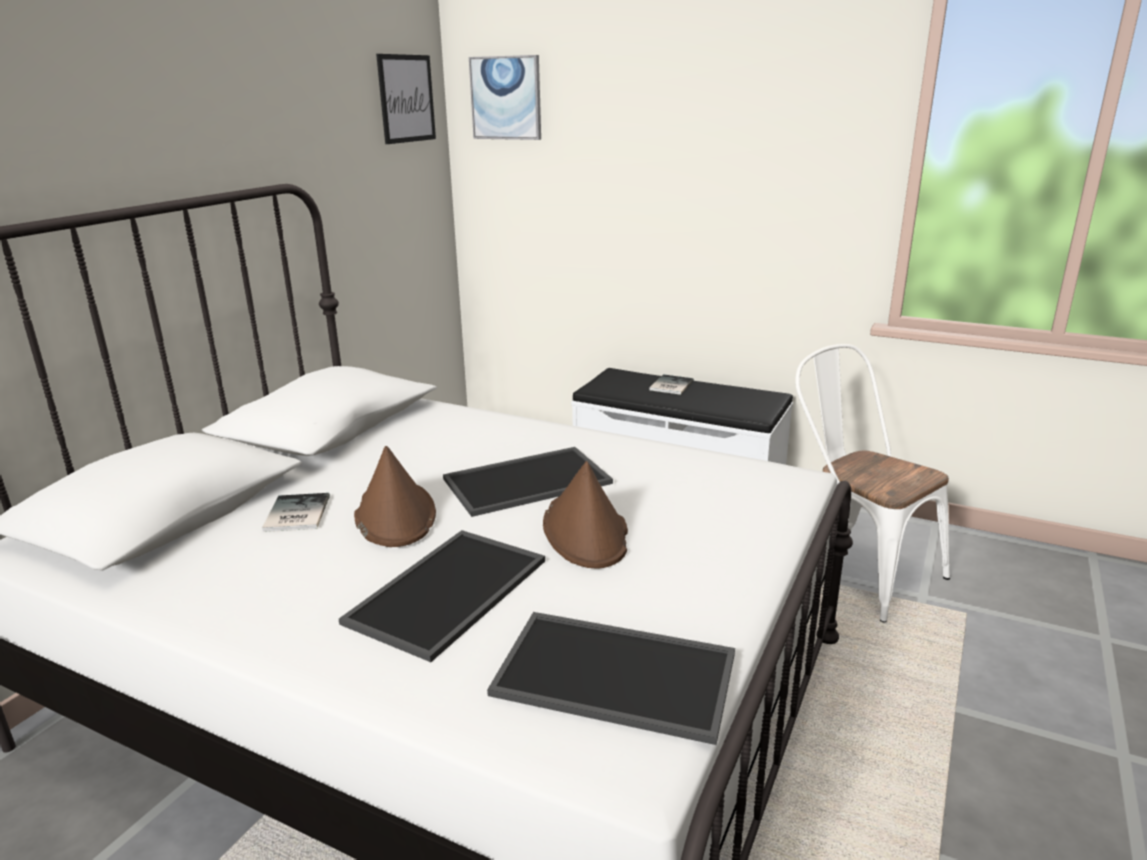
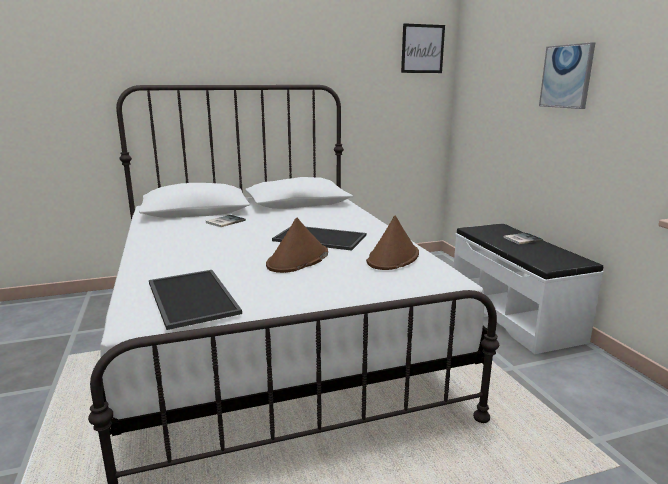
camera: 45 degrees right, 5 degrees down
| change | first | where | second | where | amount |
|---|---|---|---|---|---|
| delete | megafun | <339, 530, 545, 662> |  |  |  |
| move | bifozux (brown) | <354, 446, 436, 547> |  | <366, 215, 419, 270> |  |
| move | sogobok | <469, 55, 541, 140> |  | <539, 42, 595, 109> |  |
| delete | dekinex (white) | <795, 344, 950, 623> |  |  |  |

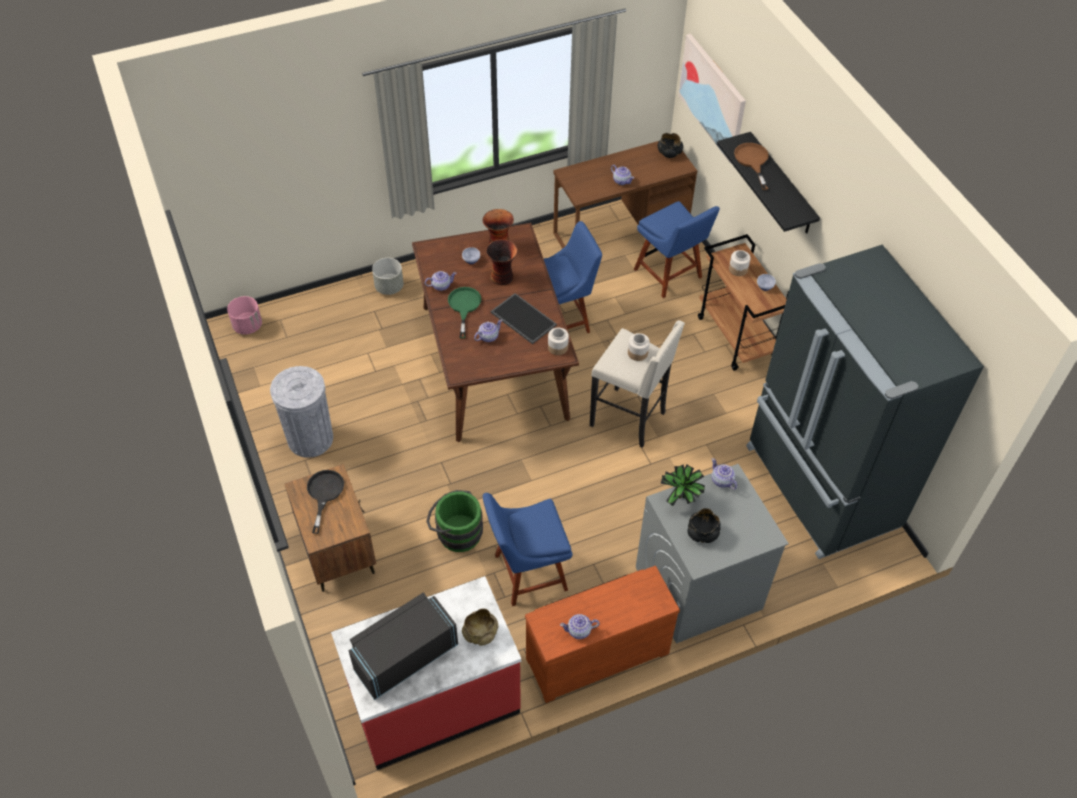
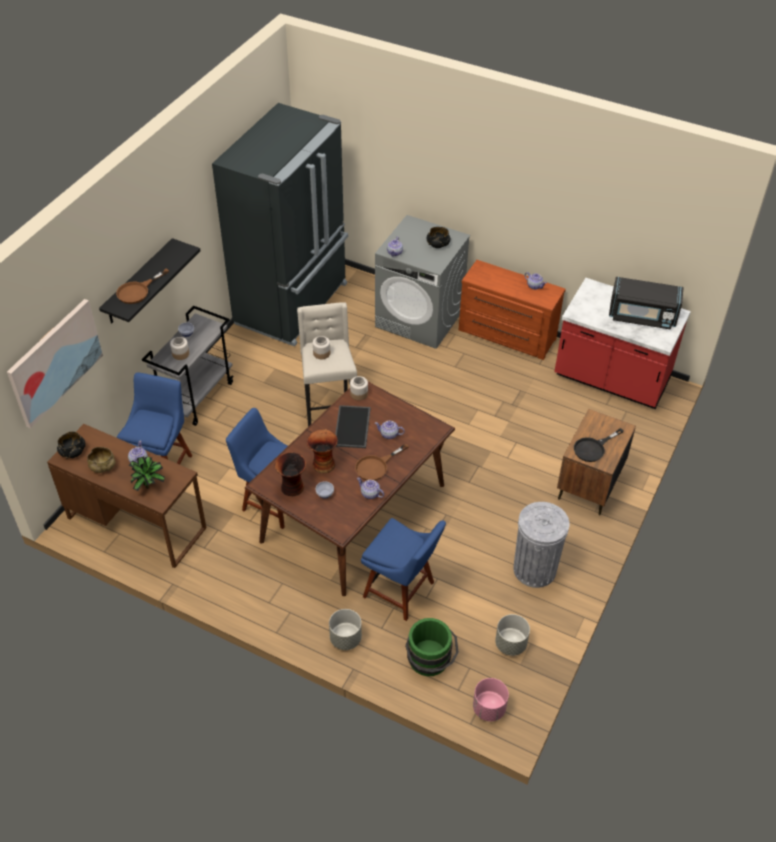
camera: 130 degrees left, 5 degrees down
| change | first | where | second | where | amount |
|---|---|---|---|---|---|
| move | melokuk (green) | <426, 490, 483, 552> |  | <405, 618, 459, 676> |  |
| recolor | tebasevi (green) | <448, 287, 481, 338> | tebasevi (brown) | <355, 443, 409, 480> |  |
| move | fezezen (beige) | <462, 608, 498, 646> |  | <87, 447, 116, 473> |  |
| move | dekinex (blue) | <483, 493, 573, 606> |  | <361, 518, 446, 621> |  |
| move | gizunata | <661, 464, 705, 506> |  | <128, 456, 165, 491> |  |
| recolor | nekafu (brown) | <698, 234, 789, 371> | nekafu (grey) | <142, 306, 233, 426> |  |
| insert |  |  | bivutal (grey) | <495, 614, 530, 656> |  |

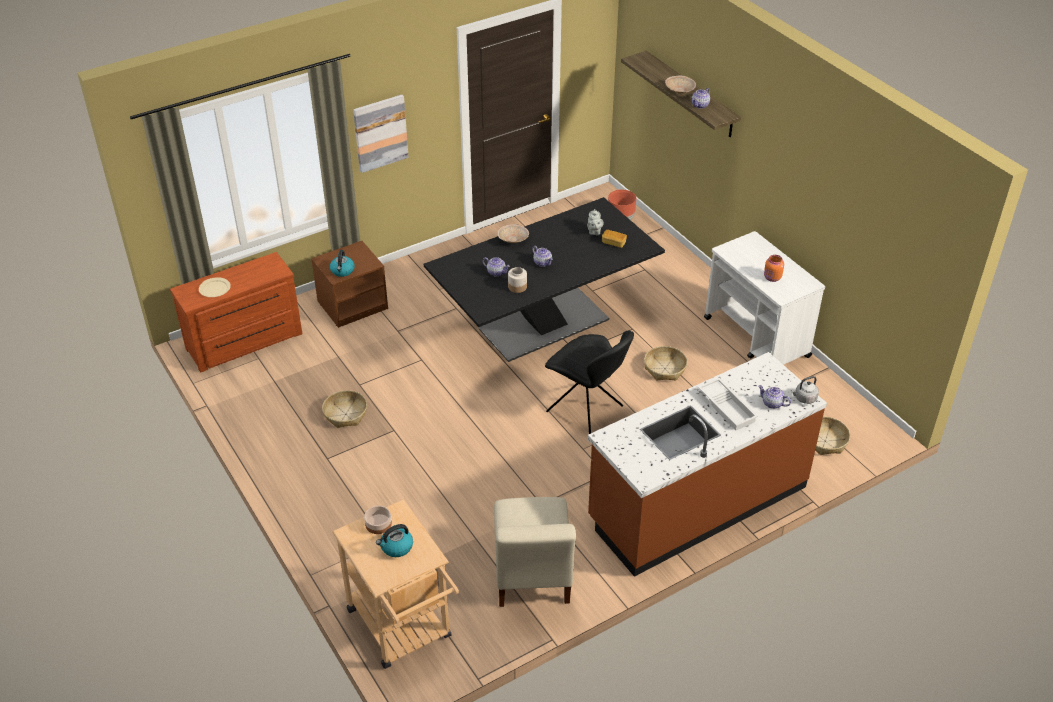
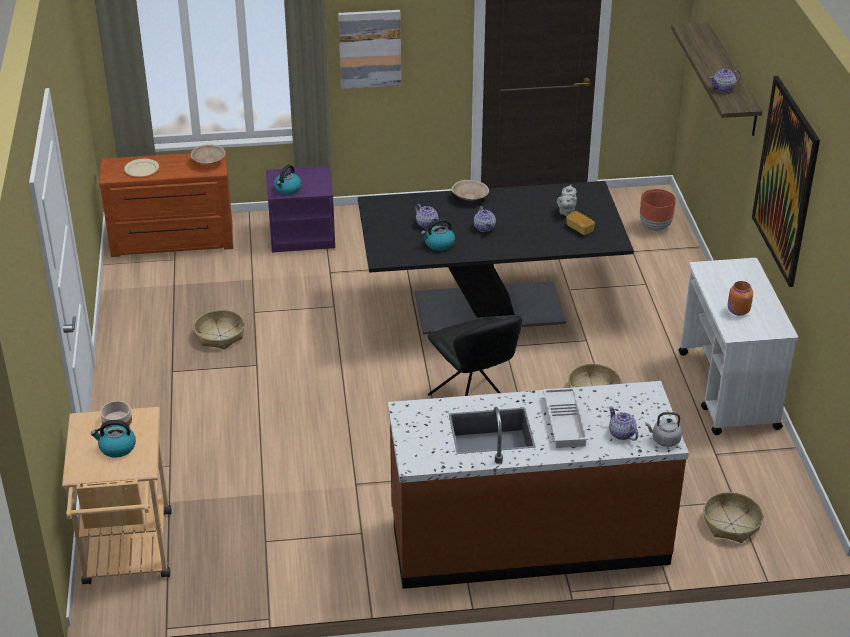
camera: 25 degrees right, 5 degrees down
| change | first | where | second | where | amount |
|---|---|---|---|---|---|
| recolor | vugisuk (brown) | <311, 241, 388, 328> | vugisuk (purple) | <266, 166, 335, 253> |  |
| delete | dekinex (beige) | <494, 497, 576, 607> |  |  |  |
| replace | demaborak | <508, 267, 527, 293> | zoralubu | <421, 218, 455, 251> |  |
| move | fezezen (beige) | <665, 76, 696, 93> |  | <191, 144, 226, 164> |  |
| insert |  |  | sogobok | <752, 76, 820, 287> |  |

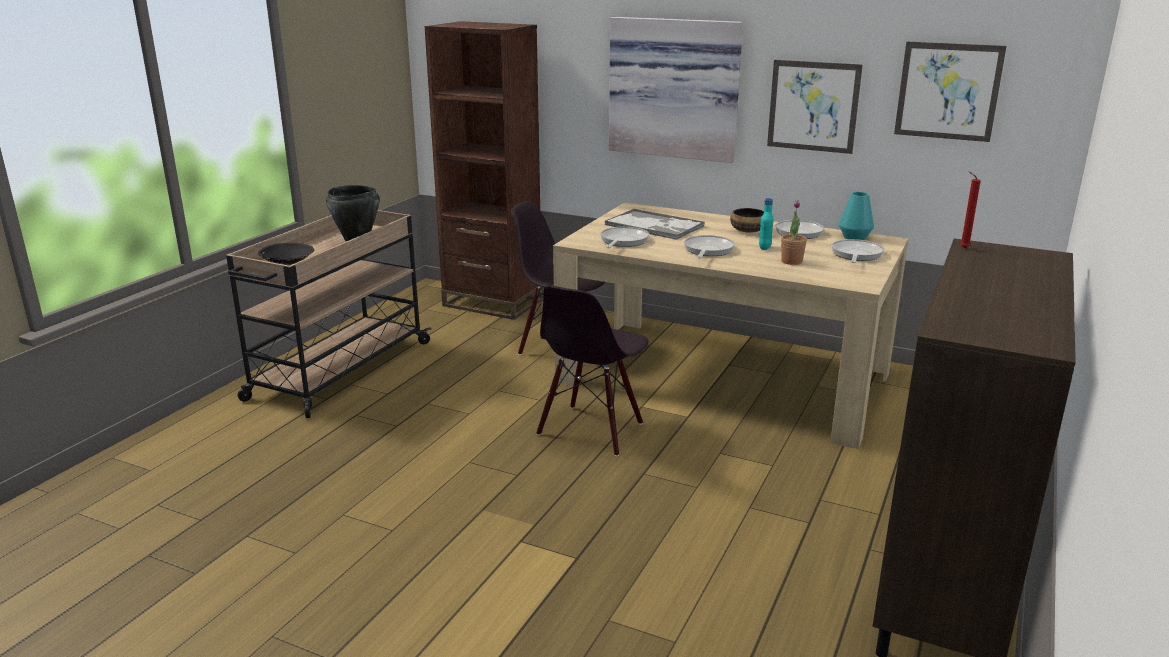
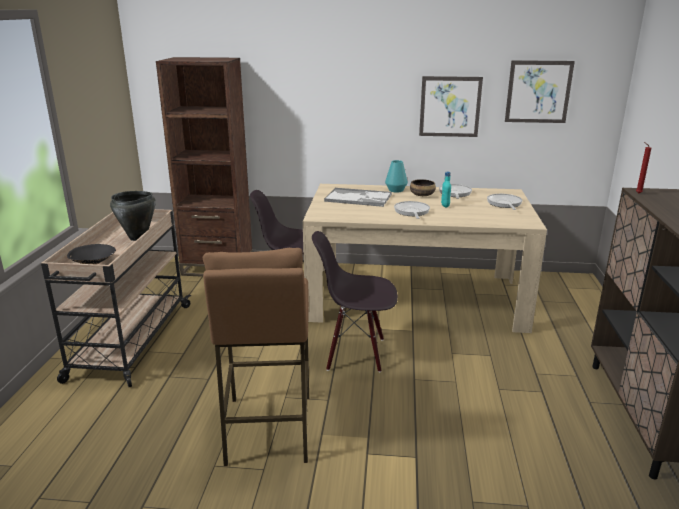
camera: 20 degrees left, 0 degrees up
| change | first | where | second | where | amount |
|---|---|---|---|---|---|
| rotate | dekinex (black) | <536, 286, 649, 456> |  | <312, 231, 398, 372> | 90 degrees clockwise |
| delete | tebasevi | <600, 227, 649, 248> |  |  |  |
| delete | sogobok | <609, 17, 743, 163> |  |  |  |
| delete | gizunata | <781, 200, 807, 265> |  |  |  |
| move | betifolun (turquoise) | <839, 192, 874, 240> |  | <385, 160, 408, 193> |  |
| insert |  |  | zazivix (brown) | <203, 248, 309, 466> |  |

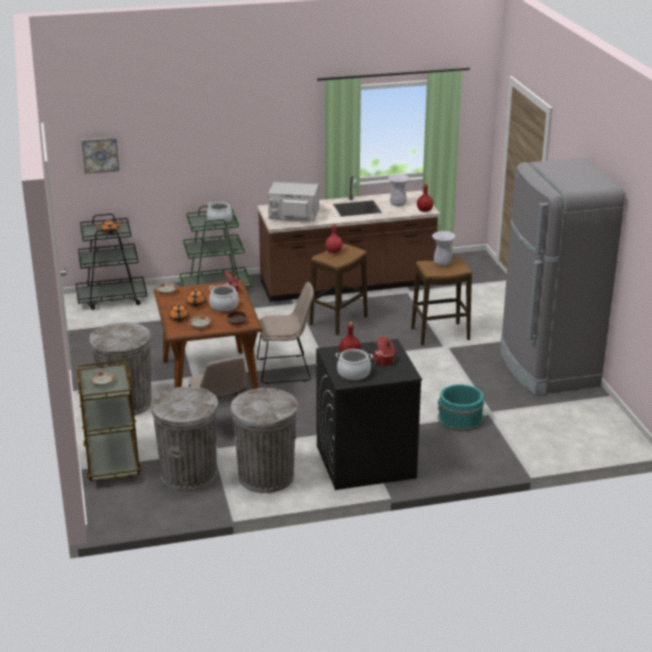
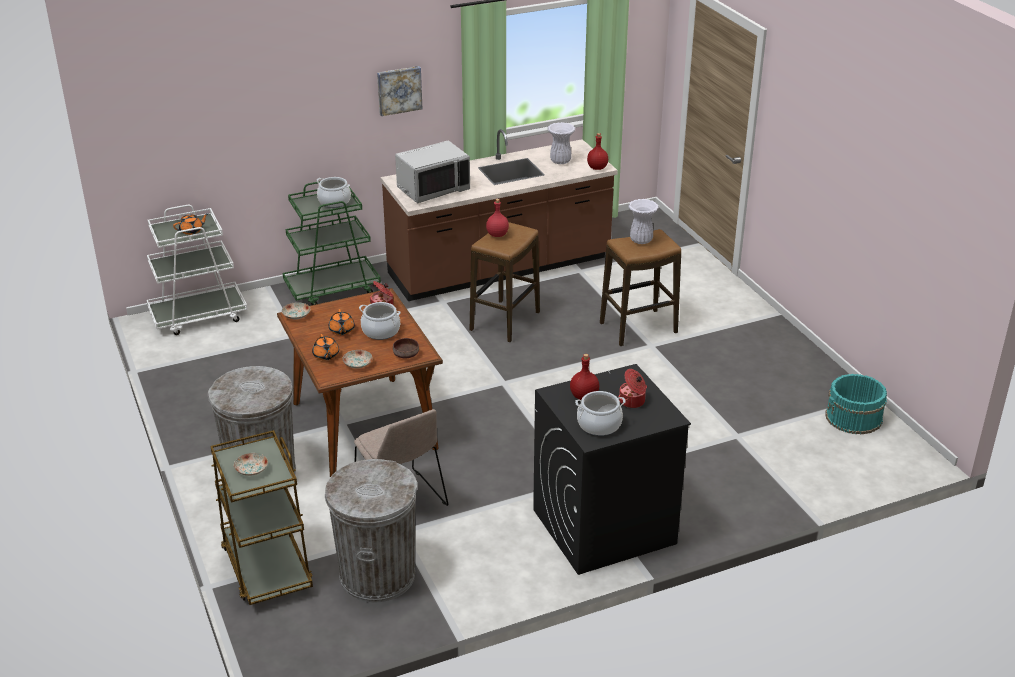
camera: 10 degrees left, 5 degrees up
| change | first | where | second | where | amount |
|---|---|---|---|---|---|
| recolor | nekafu (black) | <76, 214, 147, 310> | nekafu (white) | <147, 205, 248, 335> |  |
| move | sogobok | <81, 137, 119, 174> |  | <377, 66, 422, 116> |  |
| delete | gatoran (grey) | <230, 388, 298, 493> |  |  |  |
| delete | dekinex (beige) | <257, 282, 314, 384> |  |  |  |
| rotate | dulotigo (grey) | <268, 181, 319, 222> |  | <395, 140, 470, 204> | 150 degrees clockwise |
| move | melokuk (turquoise) | <438, 384, 484, 431> |  | <825, 374, 887, 435> |  |
| delete | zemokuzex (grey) | <500, 158, 624, 395> |  |  |  |

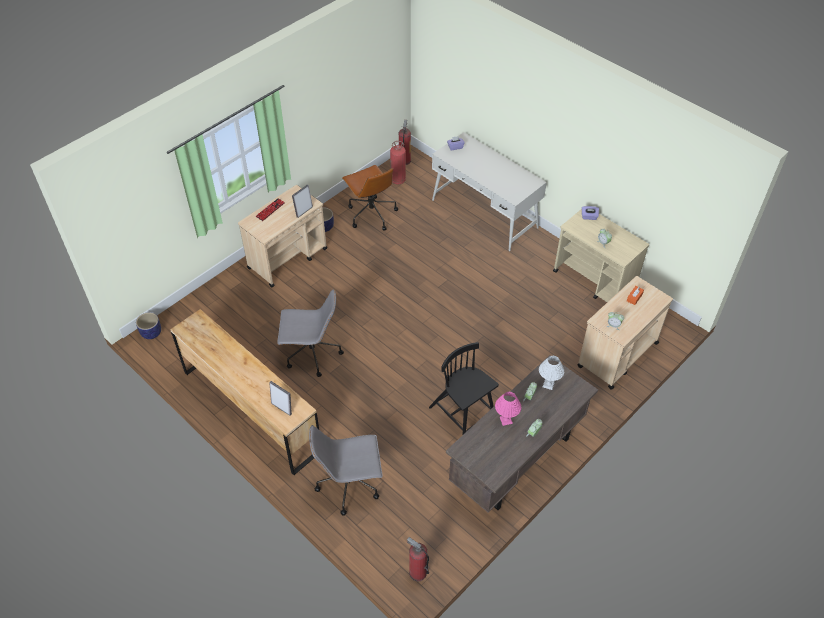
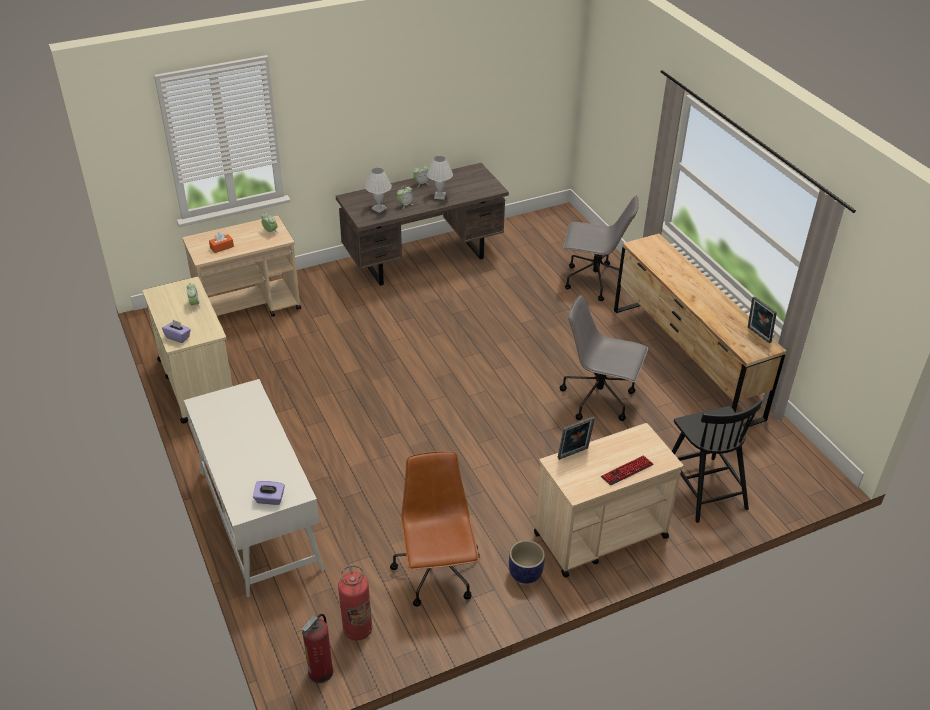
camera: 160 degrees left, 10 degrees down
| change | first | where | second | where | amount |
|---|---|---|---|---|---|
| delete | bivutal | <136, 312, 161, 339> |  |  |  |
| move | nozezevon | <269, 381, 292, 416> |  | <748, 296, 777, 343> |  |
| delete | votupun | <407, 537, 429, 581> |  |  |  |
| move | dekinex (black) | <429, 342, 499, 434> |  | <672, 400, 762, 523> |  |
| recolor | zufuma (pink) | <495, 392, 521, 426> | zufuma (white) | <427, 156, 453, 200> |  |

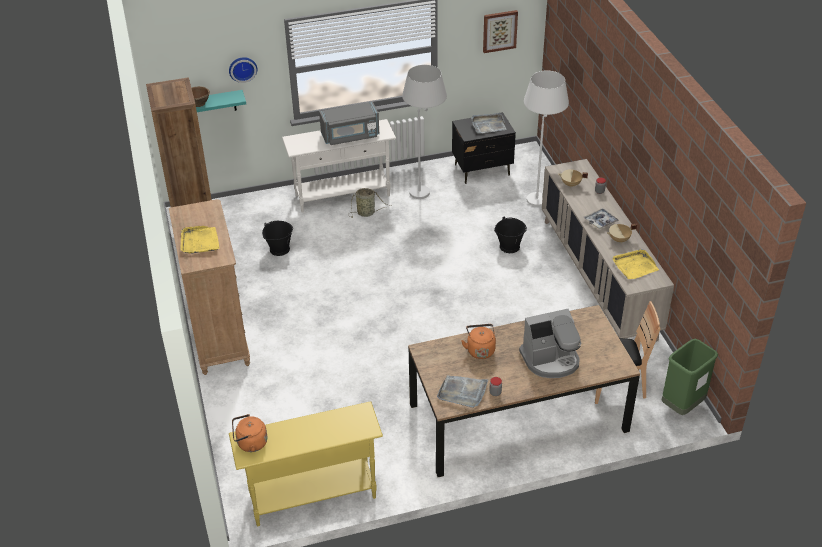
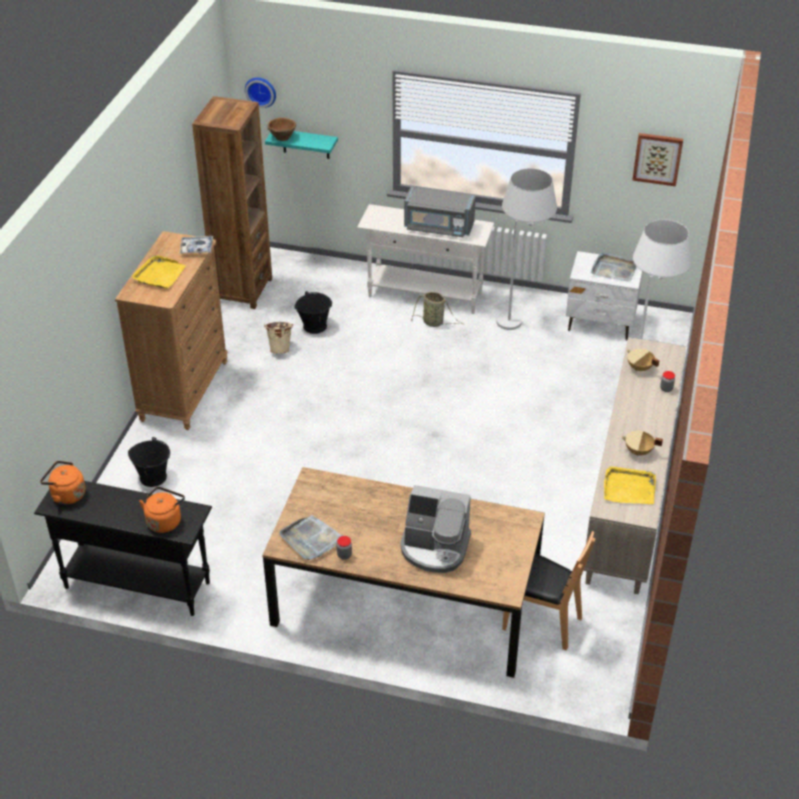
camera: 30 degrees right, 0 degrees up
| change | first | where | second | where | amount |
|---|---|---|---|---|---|
| move | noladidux | <229, 57, 257, 83> |  | <245, 78, 276, 108> |  |
| recolor | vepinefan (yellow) | <229, 401, 383, 526> | vepinefan (black) | <34, 481, 212, 616> |  |
| recolor | vugisuk (black) | <452, 112, 516, 184> | vugisuk (white) | <566, 251, 643, 340> |  |
| move | zoralubu (orange) | <461, 324, 496, 359> |  | <139, 487, 185, 533> |  |
| move | melokuk (black) | <494, 217, 527, 253> |  | <128, 437, 170, 487> |  |
| move | megafun | <583, 208, 619, 229> |  | <179, 236, 213, 254> |  |
| delete | gatoran (green) | <662, 339, 718, 415> |  |  |  |
| insert |  |  | melokuk (beige) | <264, 322, 293, 354> |  |

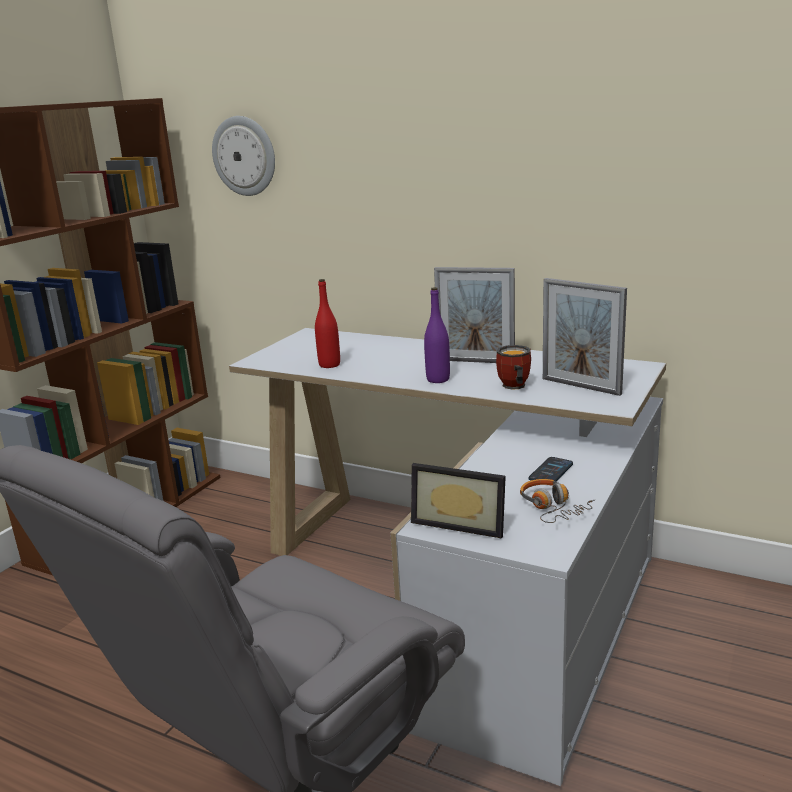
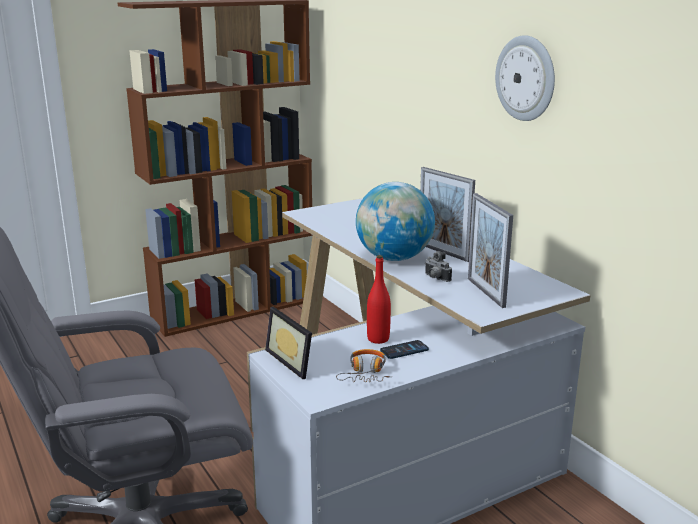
camera: 30 degrees right, 0 degrees up
| change | first | where | second | where | amount |
|---|---|---|---|---|---|
| move | noladidux | <212, 116, 275, 196> |  | <495, 35, 555, 121> |  |
| move | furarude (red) | <315, 279, 340, 368> |  | <367, 255, 391, 344> |  |
| replace | furarude (purple) | <424, 287, 450, 383> | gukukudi | <356, 182, 435, 261> |  |
| replace | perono | <496, 345, 531, 390> | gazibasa | <425, 251, 452, 282> |  |

